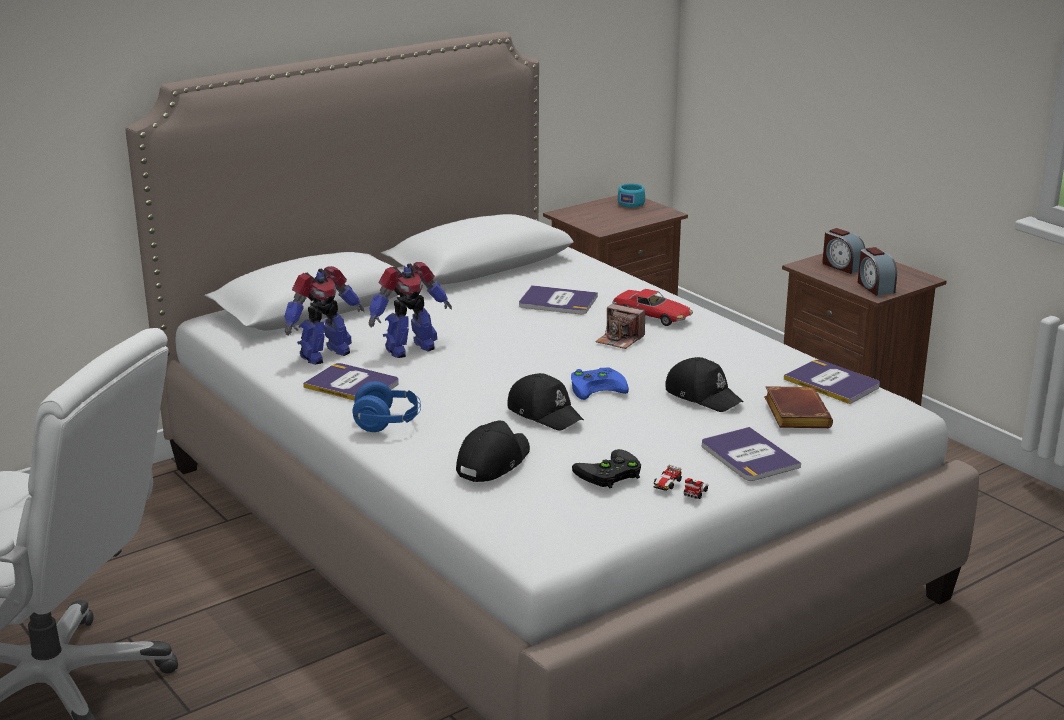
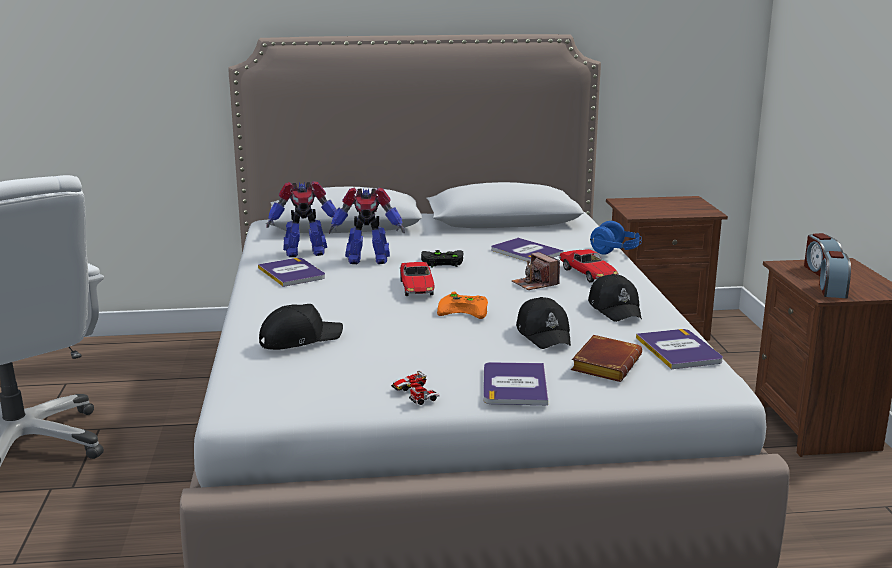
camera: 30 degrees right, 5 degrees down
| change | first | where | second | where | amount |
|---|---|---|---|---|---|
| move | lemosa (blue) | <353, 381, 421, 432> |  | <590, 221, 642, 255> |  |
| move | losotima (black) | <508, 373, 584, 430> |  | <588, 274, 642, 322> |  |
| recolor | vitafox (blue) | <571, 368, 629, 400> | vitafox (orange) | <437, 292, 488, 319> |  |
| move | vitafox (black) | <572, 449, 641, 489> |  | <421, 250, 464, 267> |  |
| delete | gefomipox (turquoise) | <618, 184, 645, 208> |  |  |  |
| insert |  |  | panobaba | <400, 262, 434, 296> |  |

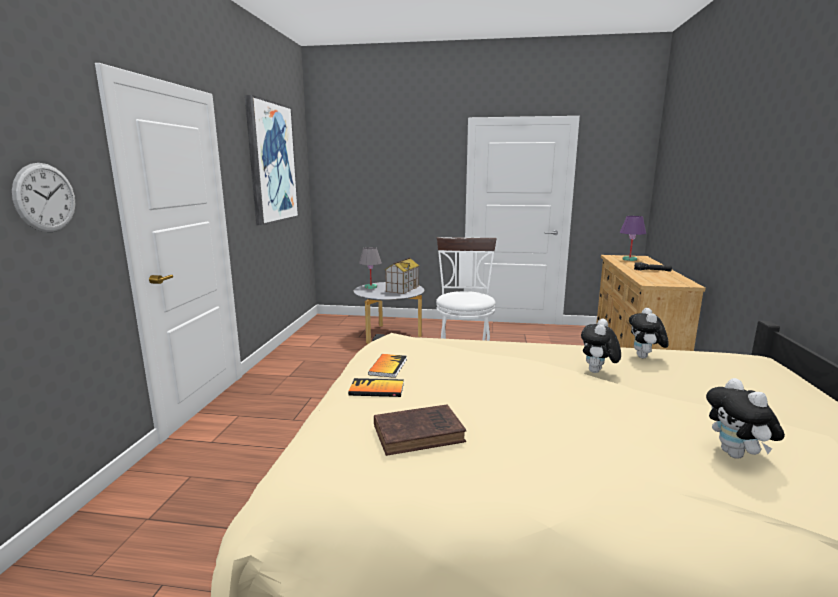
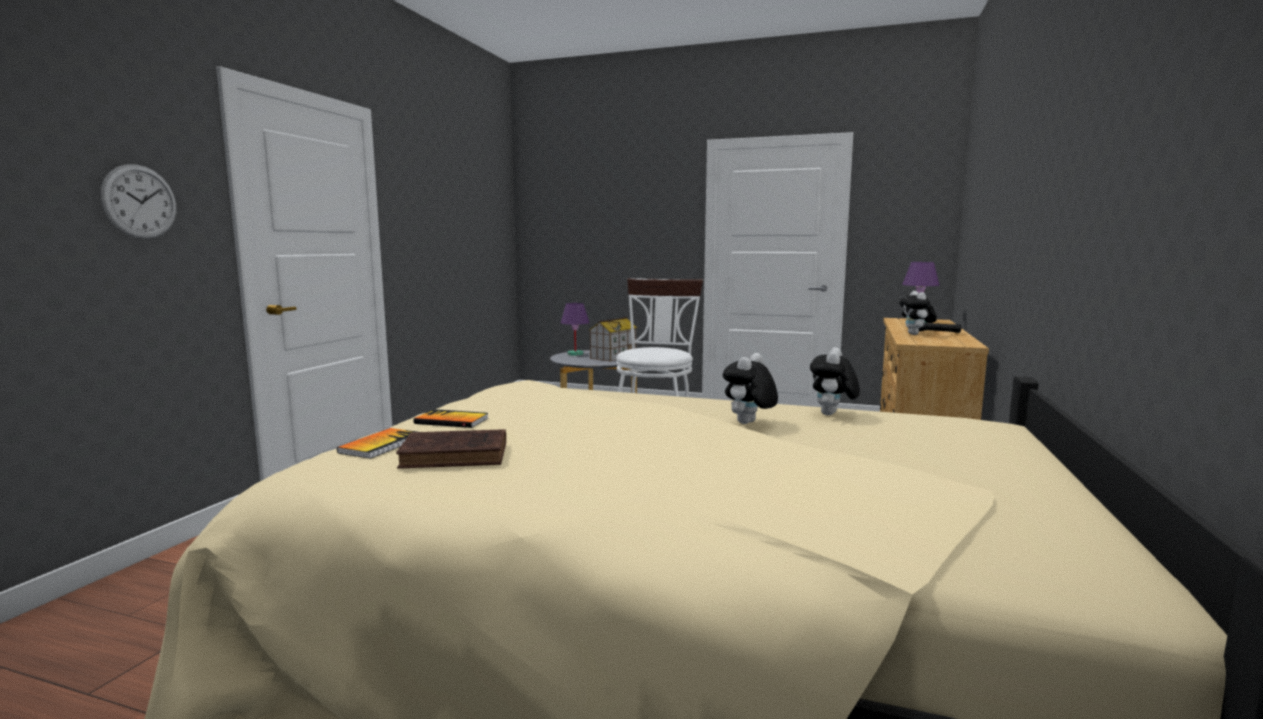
camera: 10 degrees right, 5 degrees down
| change | first | where | second | where | amount |
|---|---|---|---|---|---|
| delete | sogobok | <245, 95, 299, 225> |  |  |  |
| recolor | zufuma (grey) | <359, 247, 382, 289> | zufuma (purple) | <561, 303, 590, 356> |  |
| move | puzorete | <368, 354, 407, 378> |  | <337, 428, 417, 459> |  |
| move | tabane | <706, 378, 785, 459> |  | <899, 291, 937, 335> |  |

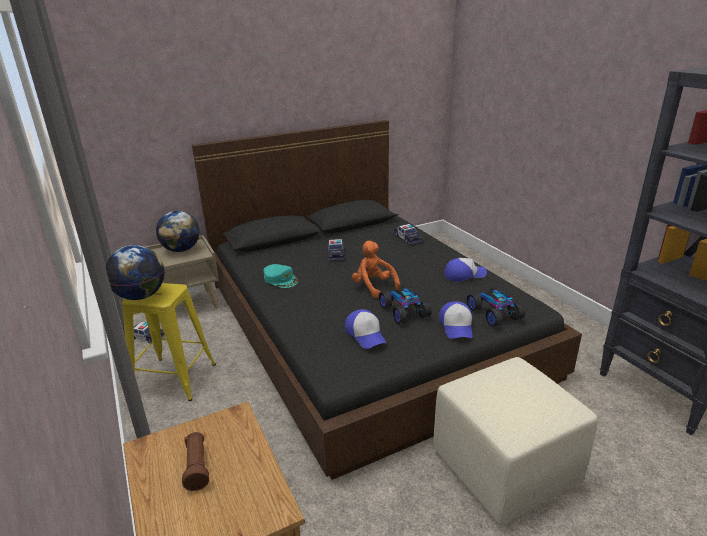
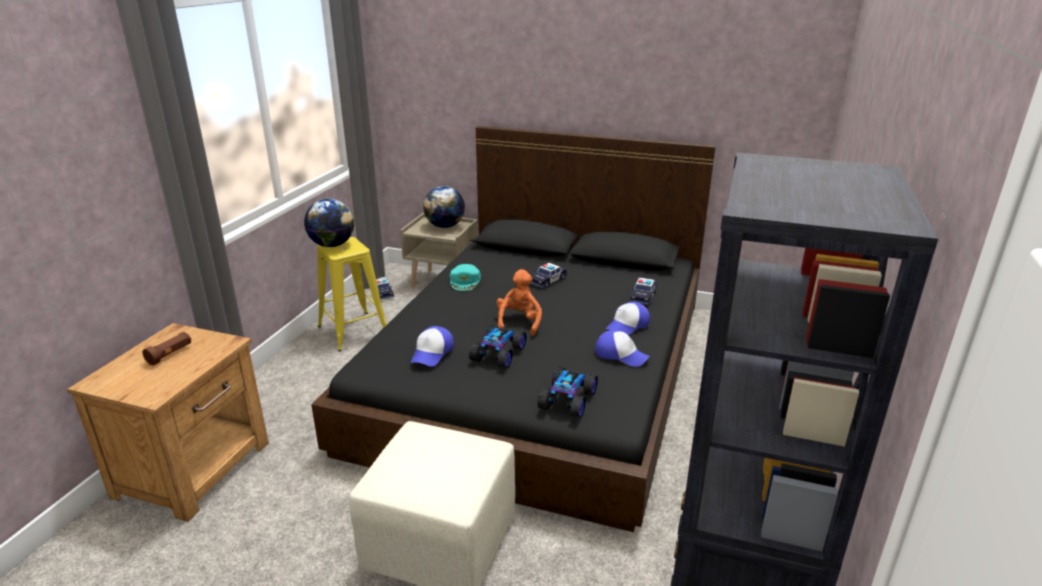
camera: 45 degrees right, 0 degrees up
| change | first | where | second | where | amount |
|---|---|---|---|---|---|
| move | losotima | <439, 301, 473, 339> |  | <606, 302, 650, 335> |  |

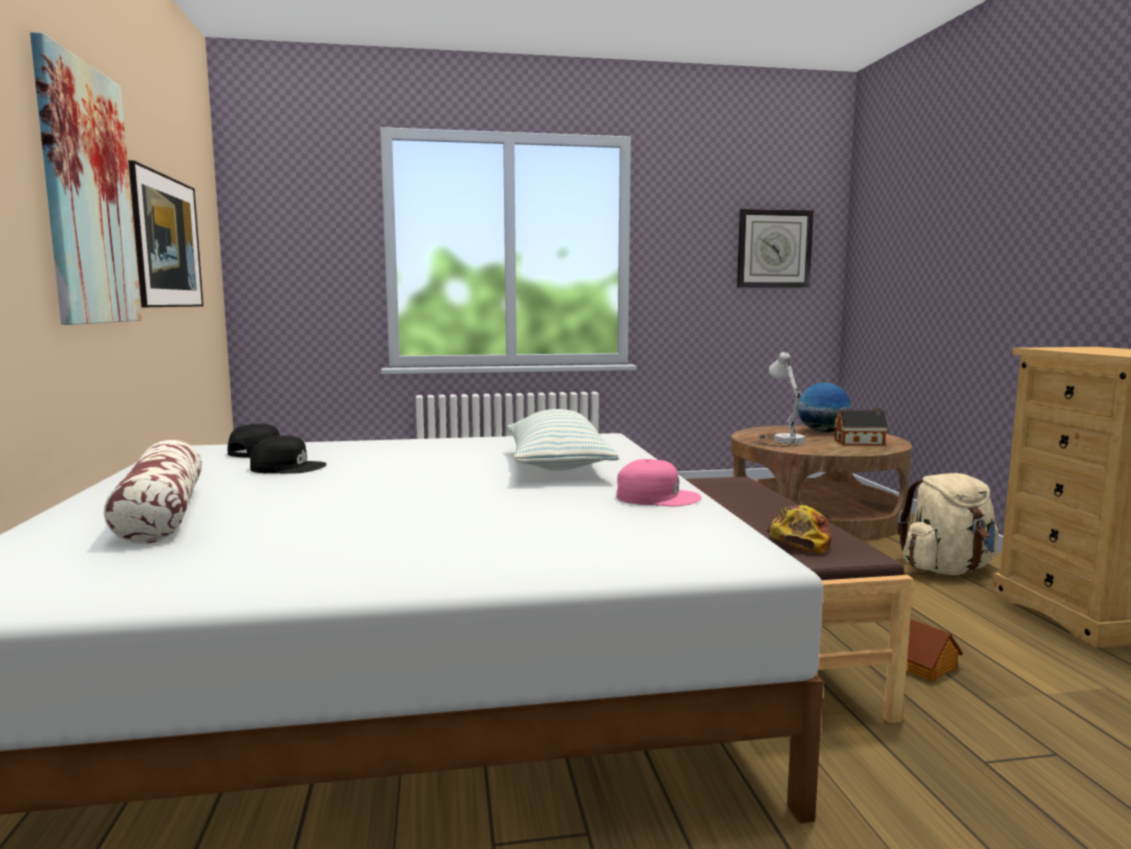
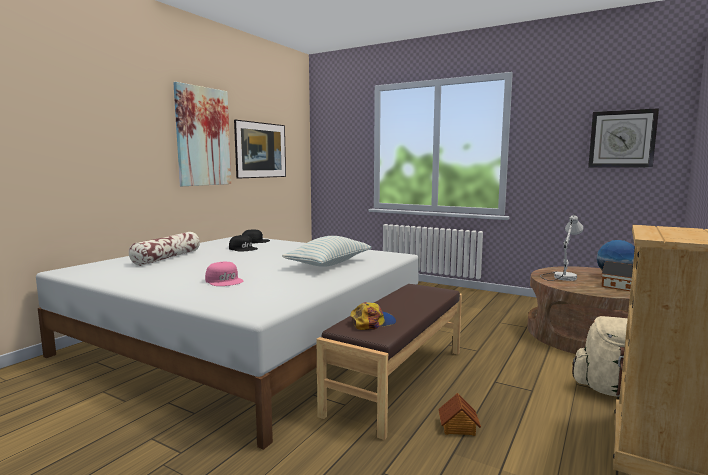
camera: 40 degrees right, 0 degrees up
| change | first | where | second | where | amount |
|---|---|---|---|---|---|
| move | losotima (pink) | <616, 459, 702, 506> |  | <205, 262, 243, 286> |  |

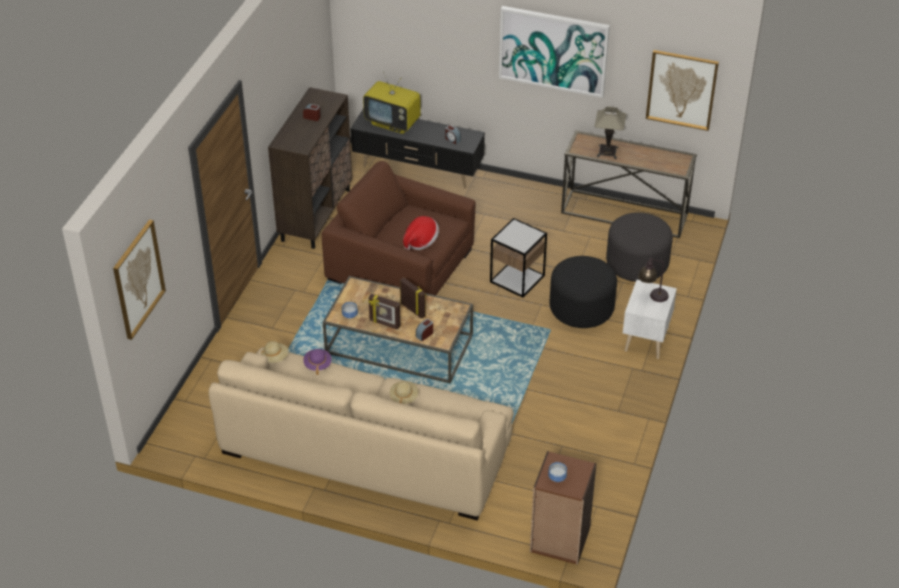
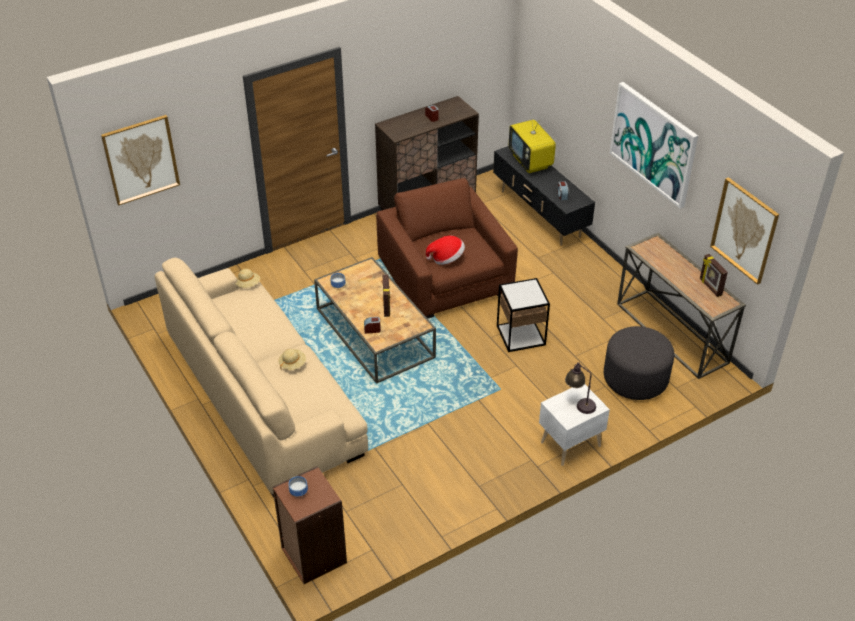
camera: 40 degrees right, 0 degrees up
| change | first | where | second | where | amount |
|---|---|---|---|---|---|
| delete | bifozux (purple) | <303, 349, 331, 375> |  |  |  |
| move | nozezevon | <368, 294, 400, 330> |  | <700, 254, 728, 297> |  |
| delete | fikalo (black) | <550, 256, 617, 328> |  |  |  |
| delete | zufuma | <594, 107, 626, 159> |  |  |  |

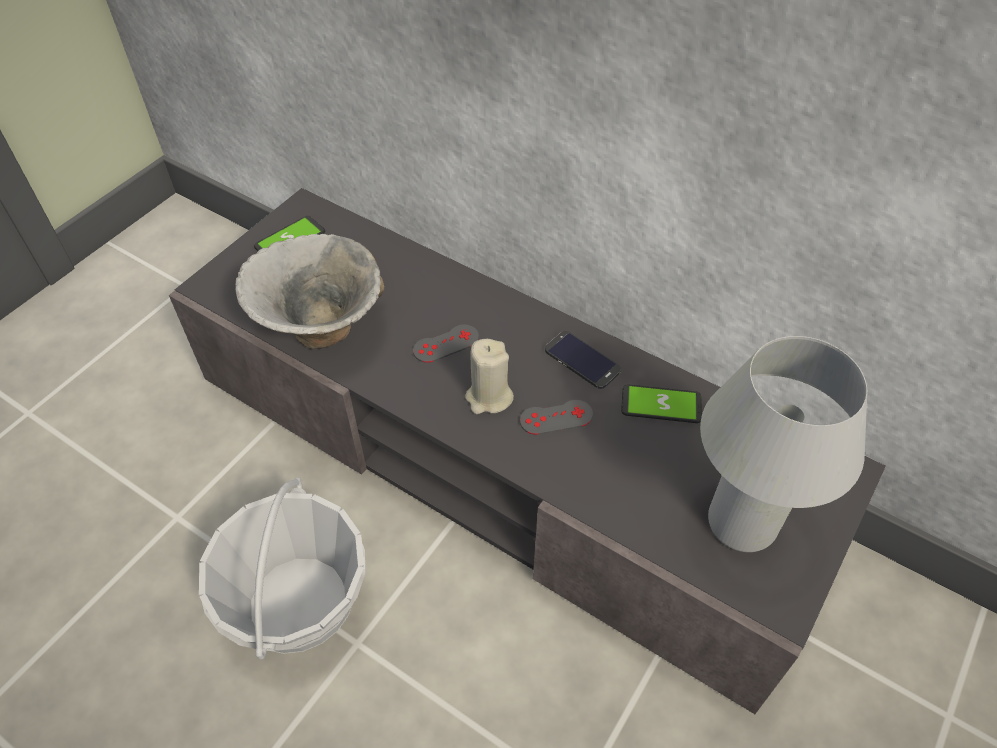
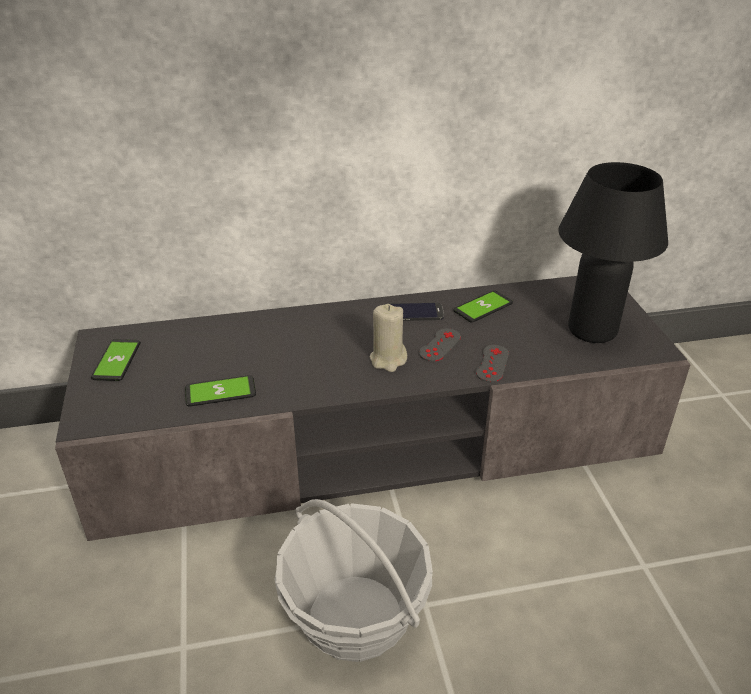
camera: 45 degrees left, 15 degrees down
| change | first | where | second | where | amount |
|---|---|---|---|---|---|
| replace | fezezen | <235, 234, 384, 349> | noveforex | <185, 375, 256, 406> |  |
| move | vitafox (grey) | <413, 325, 479, 363> |  | <476, 345, 509, 382> |  |
| recolor | zufuma (white) | <700, 336, 867, 552> | zufuma (black) | <558, 162, 668, 343> |  |

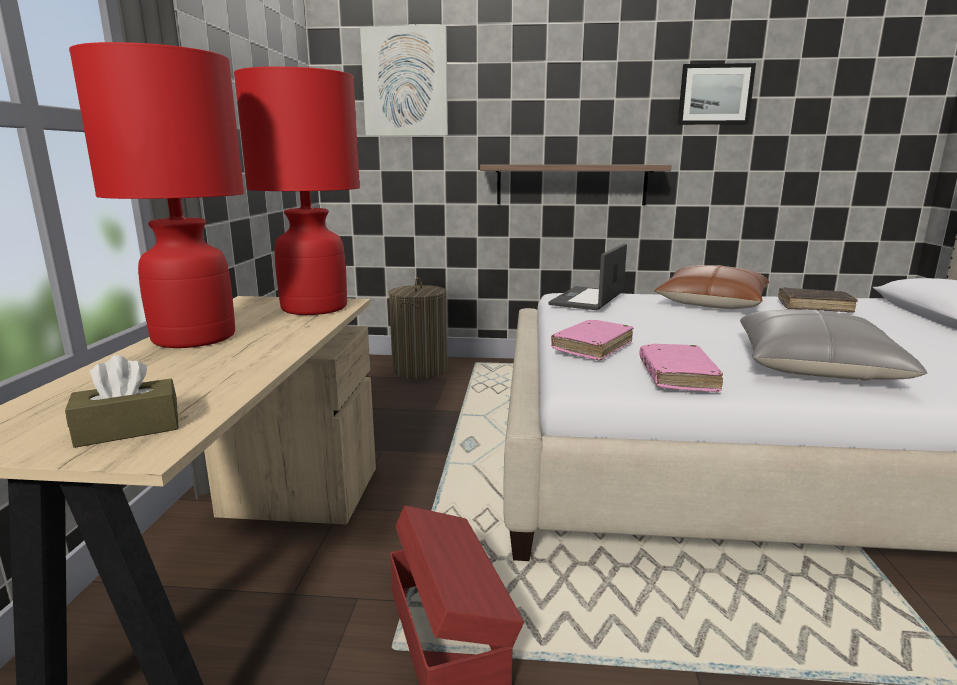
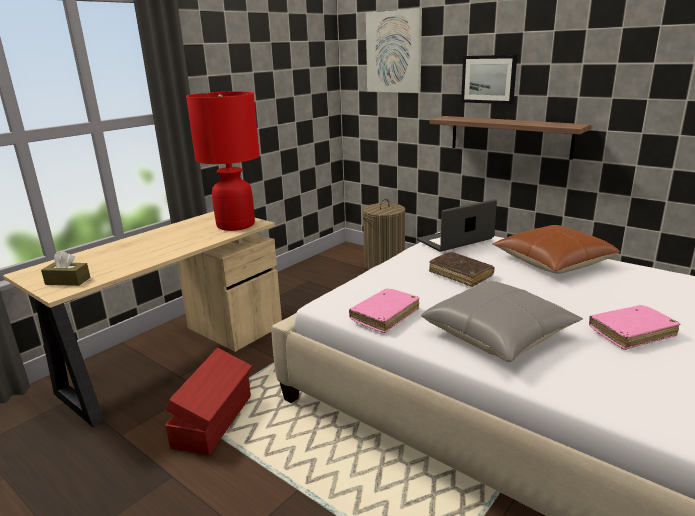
camera: 35 degrees right, 5 degrees up
| change | first | where | second | where | amount |
|---|---|---|---|---|---|
| delete | zufuma (red) | <69, 42, 244, 348> |  |  |  |
| move | puzorete (pink) | <551, 320, 633, 360> |  | <589, 305, 680, 350> |  |
| move | sogobok | <678, 63, 756, 125> |  | <461, 55, 517, 104> |  |
| move | puzorete (brown) | <778, 287, 858, 313> |  | <429, 252, 495, 287> |  |

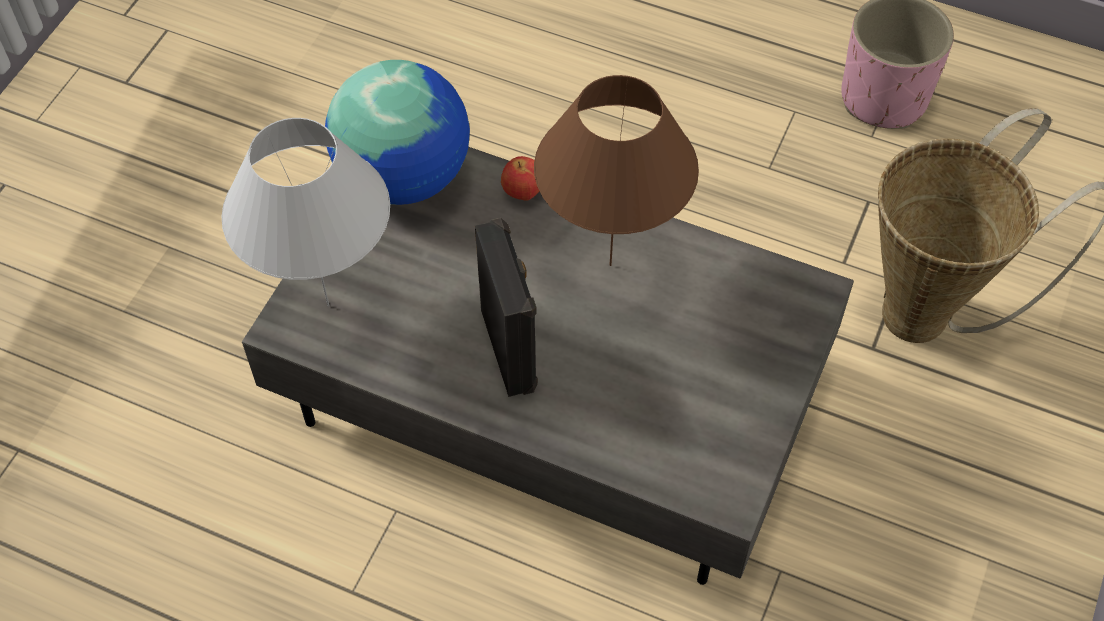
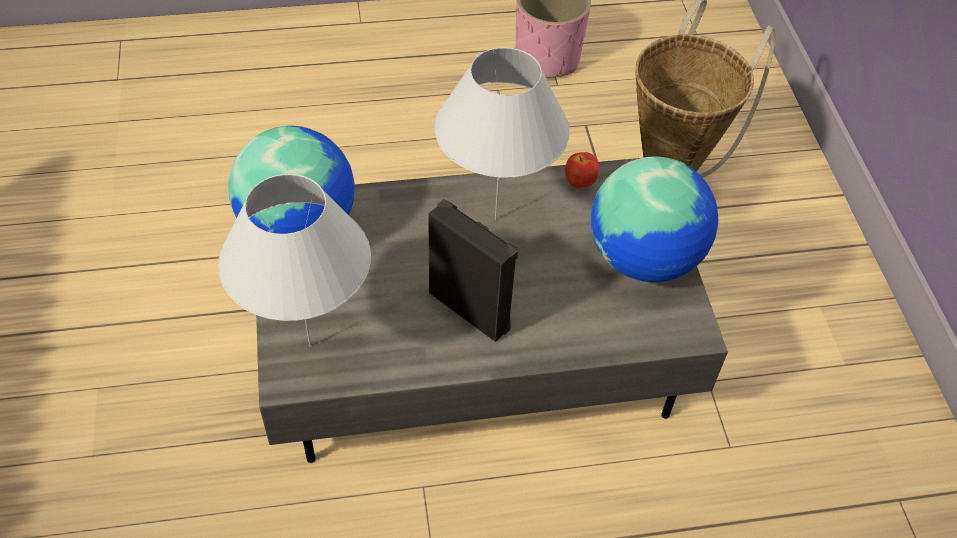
camera: 35 degrees left, 5 degrees down
| change | first | where | second | where | amount |
|---|---|---|---|---|---|
| move | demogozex | <501, 156, 539, 201> |  | <565, 152, 599, 188> |  |
| recolor | zufuma (brown) | <534, 75, 699, 266> | zufuma (white) | <434, 47, 570, 220> |  |
| insert |  |  | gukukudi | <591, 157, 718, 282> |  |

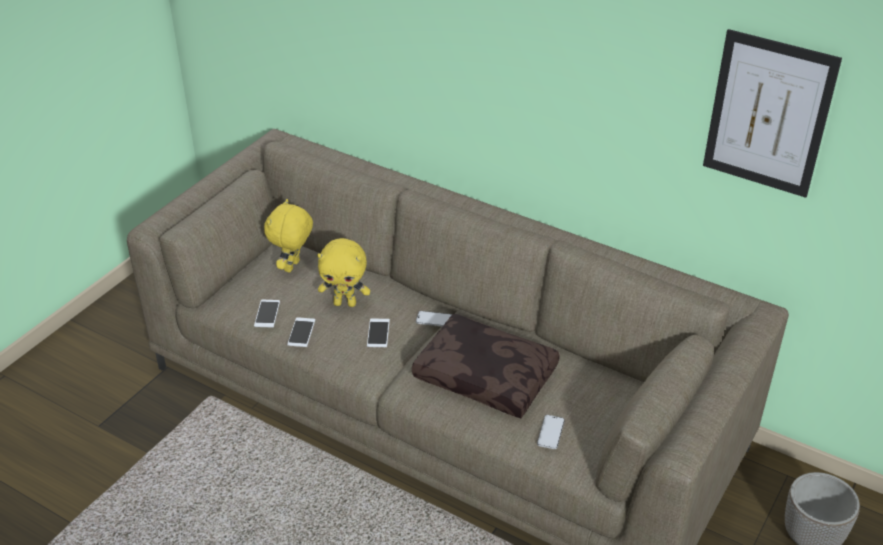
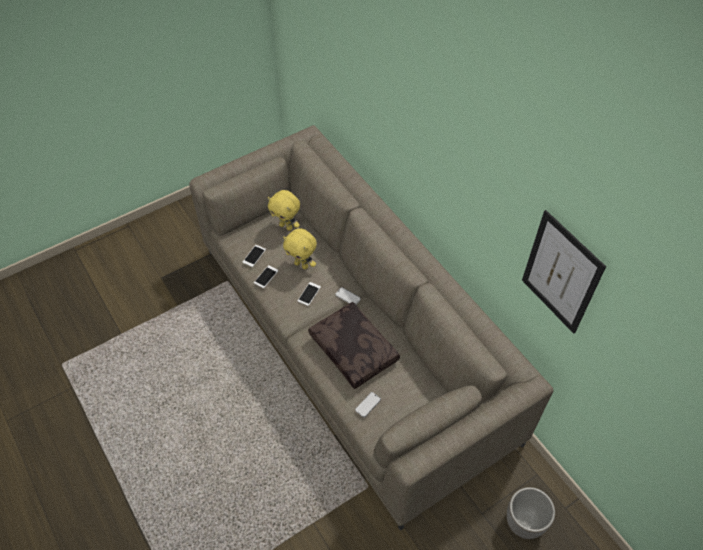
camera: 25 degrees right, 15 degrees up
| change | first | where | second | where | amount |
|---|---|---|---|---|---|
| rotate | tabane (yellow) | <264, 199, 313, 272> |  | <268, 190, 300, 231> | 105 degrees counterclockwise |

